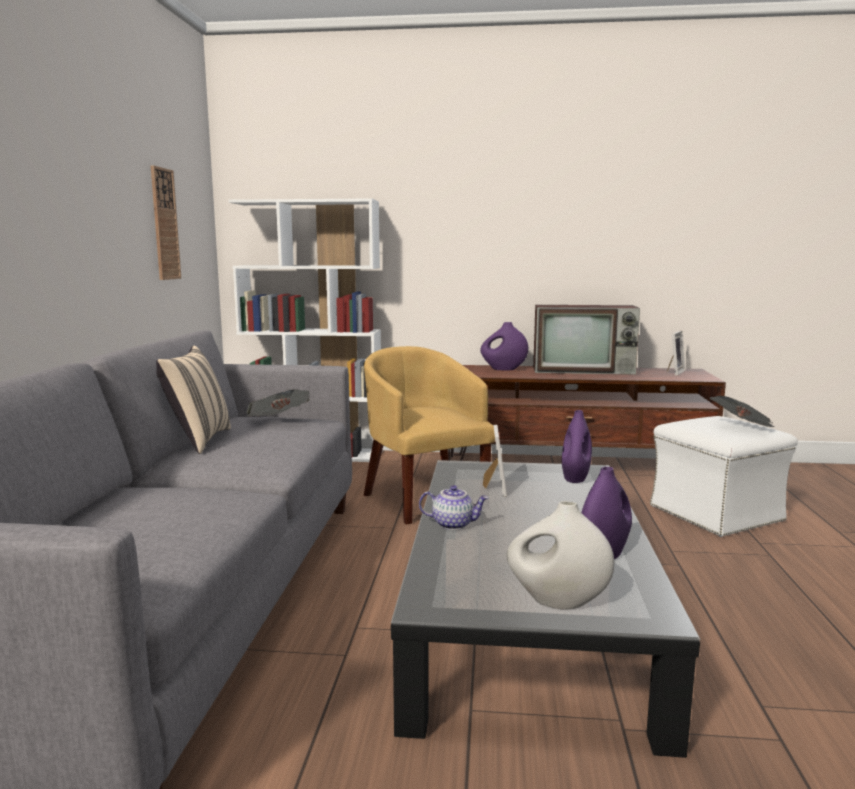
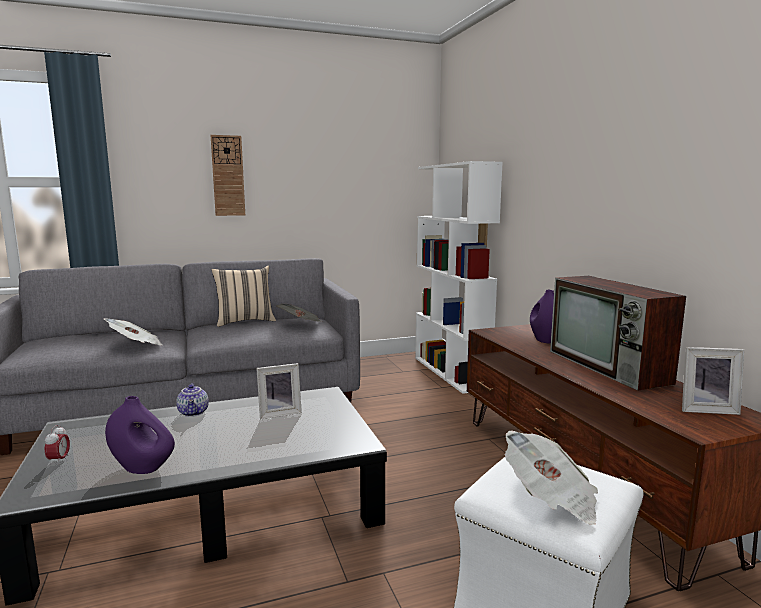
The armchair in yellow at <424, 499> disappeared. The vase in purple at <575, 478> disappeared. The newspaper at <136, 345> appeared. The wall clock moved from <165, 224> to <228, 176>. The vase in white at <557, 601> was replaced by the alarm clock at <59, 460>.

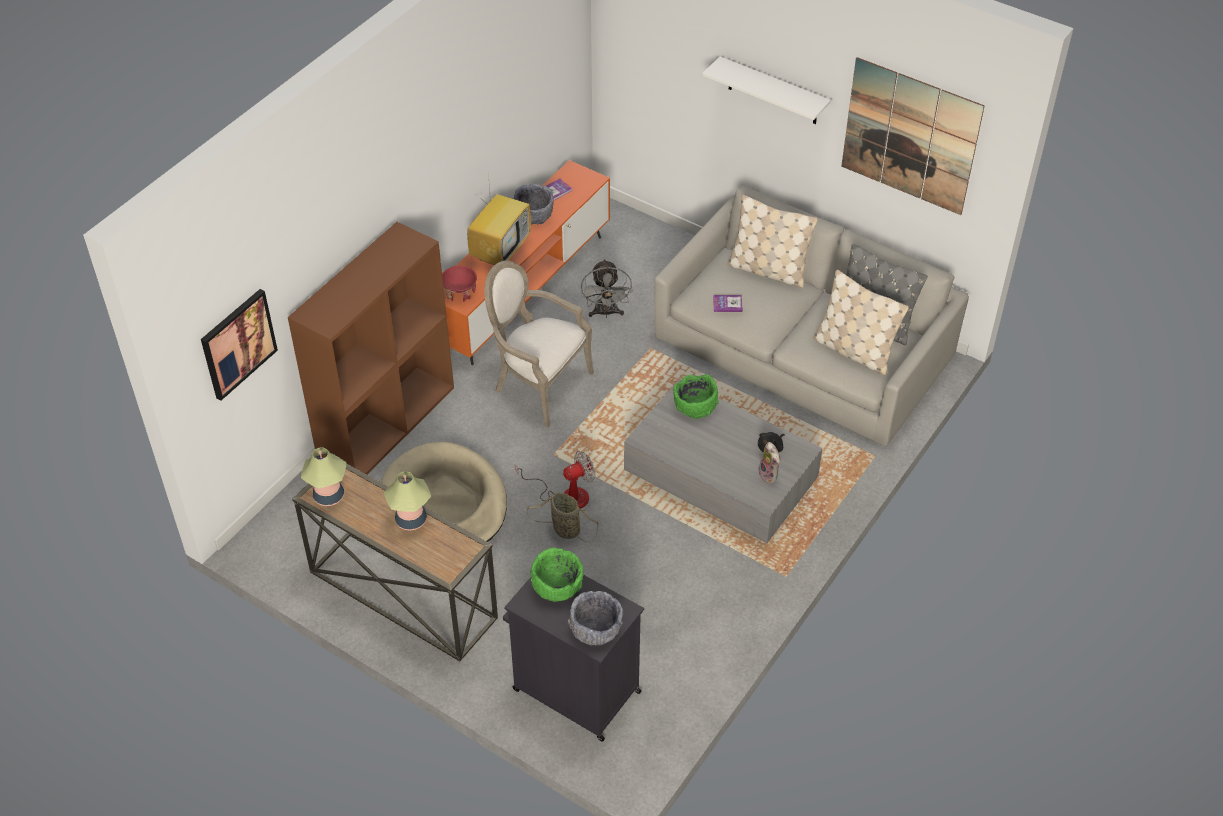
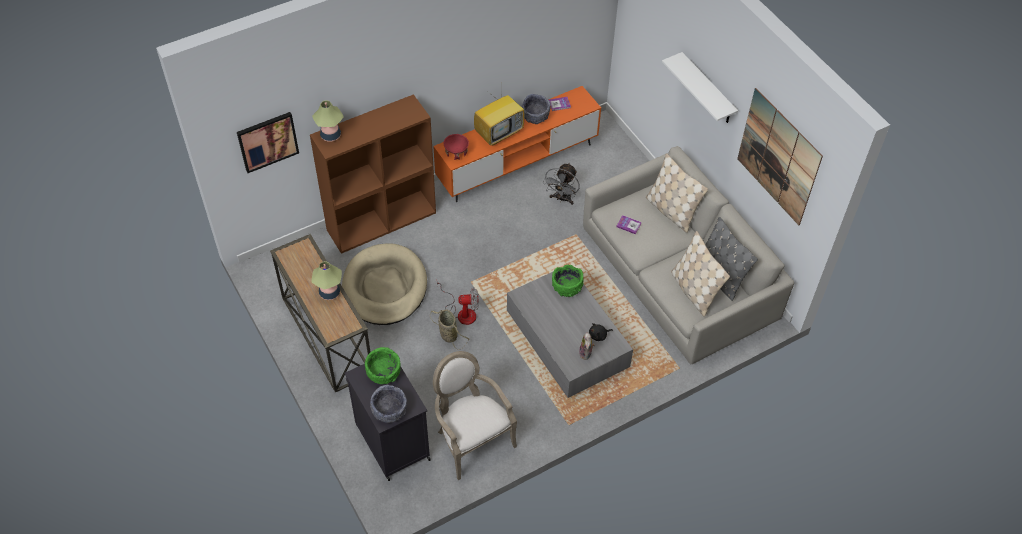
The table lamp moved from <328, 496> to <330, 135>. The armchair moved from <538, 384> to <471, 439>.

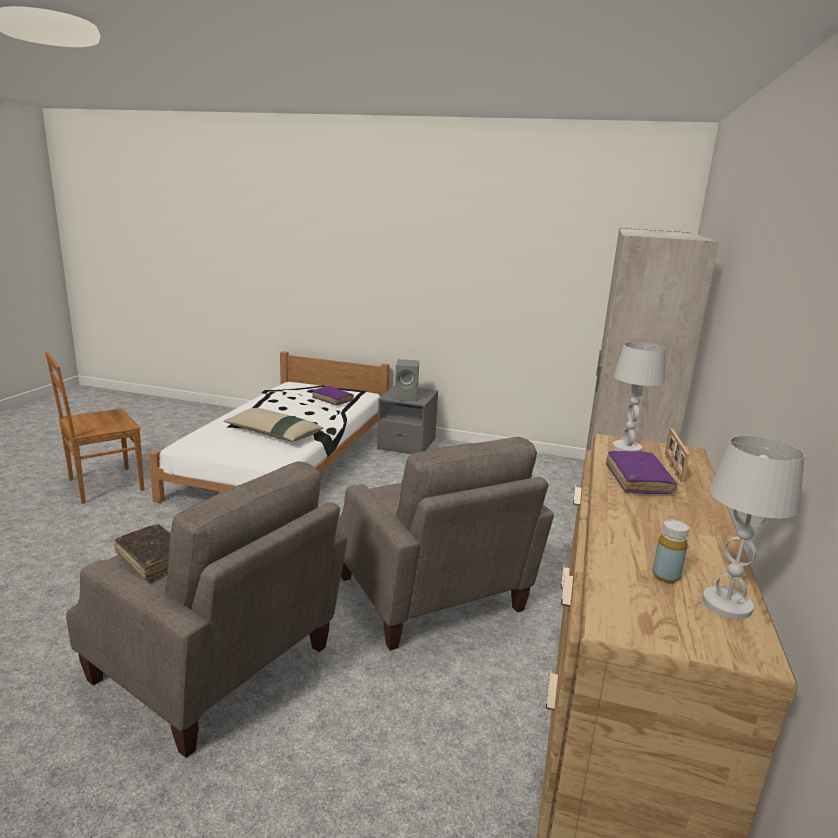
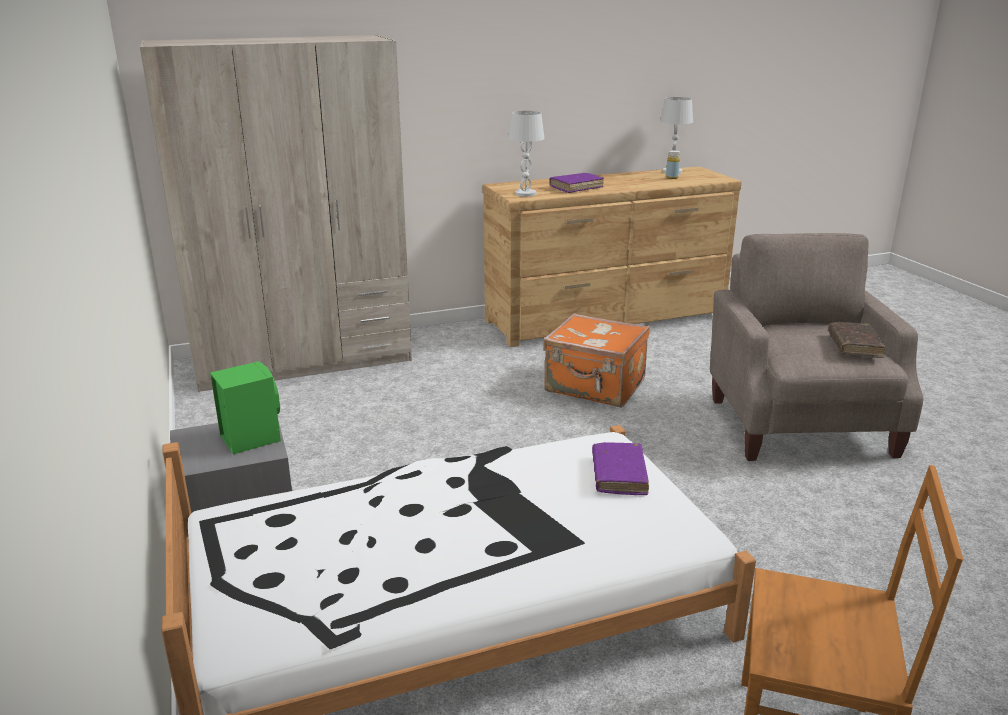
The pillow in beige at <273, 434> disappeared. The picture frame at <672, 467> disappeared. The book in purple moved from <332, 399> to <619, 476>. The armchair in beige at <432, 597> was replaced by the suitcase in orange at <595, 387>. The speaker in grey at <407, 397> became the speaker in green at <250, 437>.

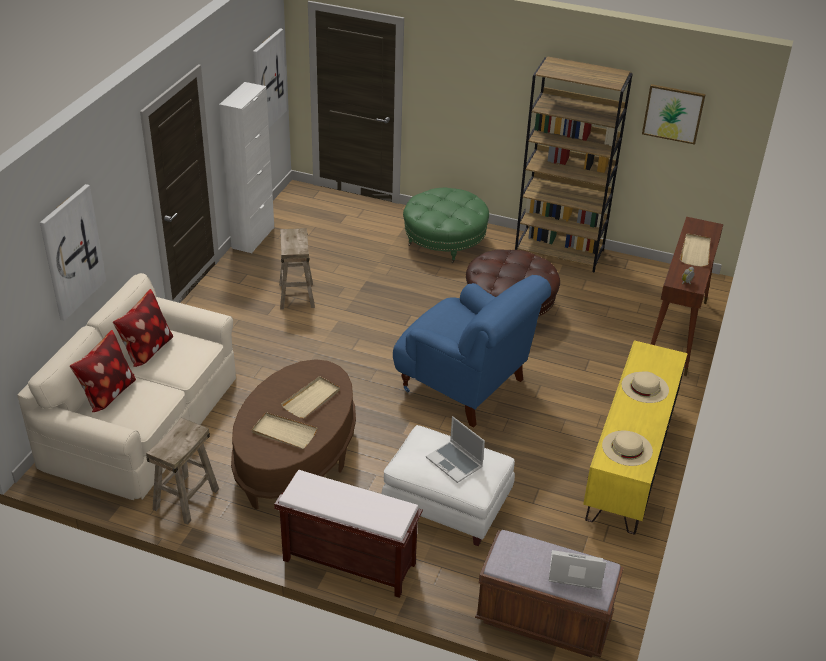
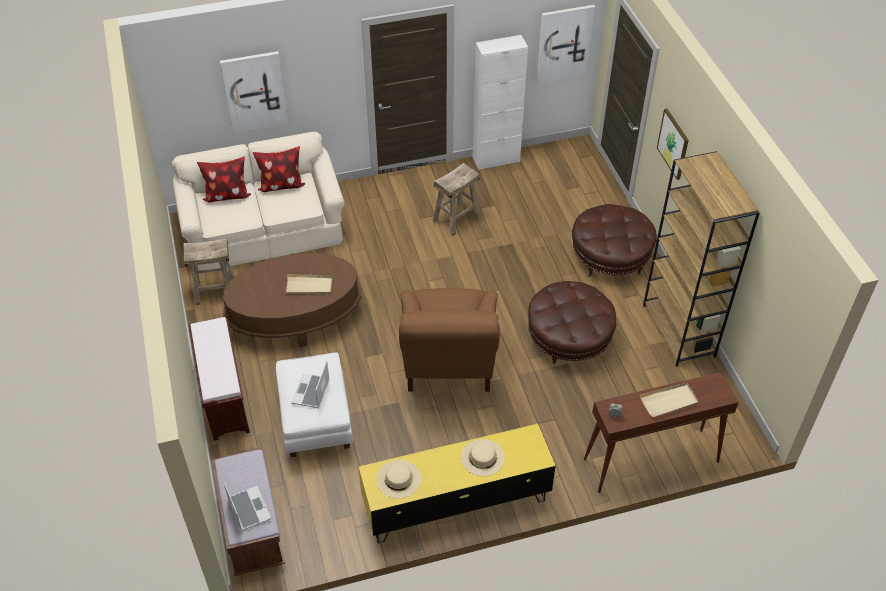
The tray in beige at <284, 432> disappeared. The picture moved from <673, 113> to <673, 143>. The armchair in blue at <465, 386> became the armchair in brown at <448, 362>. The ottoman in green at <444, 242> became the ottoman in brown at <610, 257>.

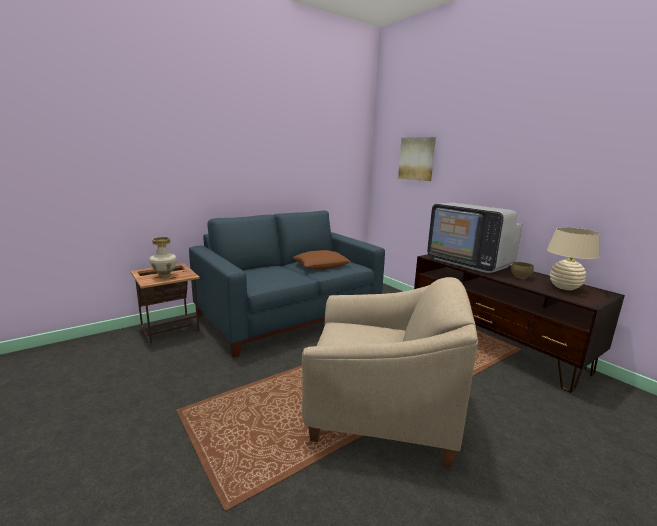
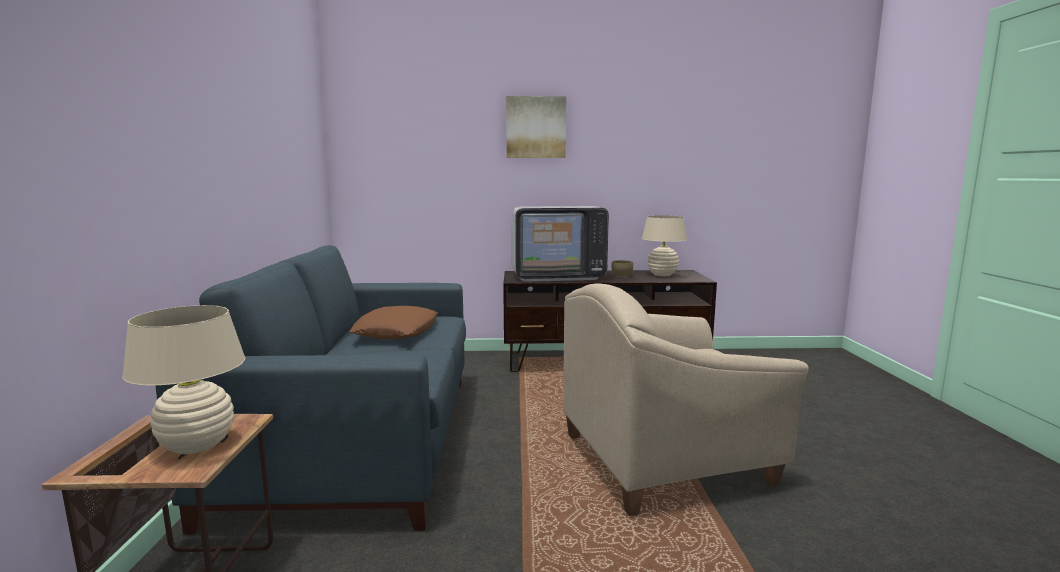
The picture moved from <417, 158> to <536, 127>. The vase at <165, 276> was replaced by the table lamp in beige at <197, 445>. The armchair in beige at <380, 411> turned 150 degrees counterclockwise.

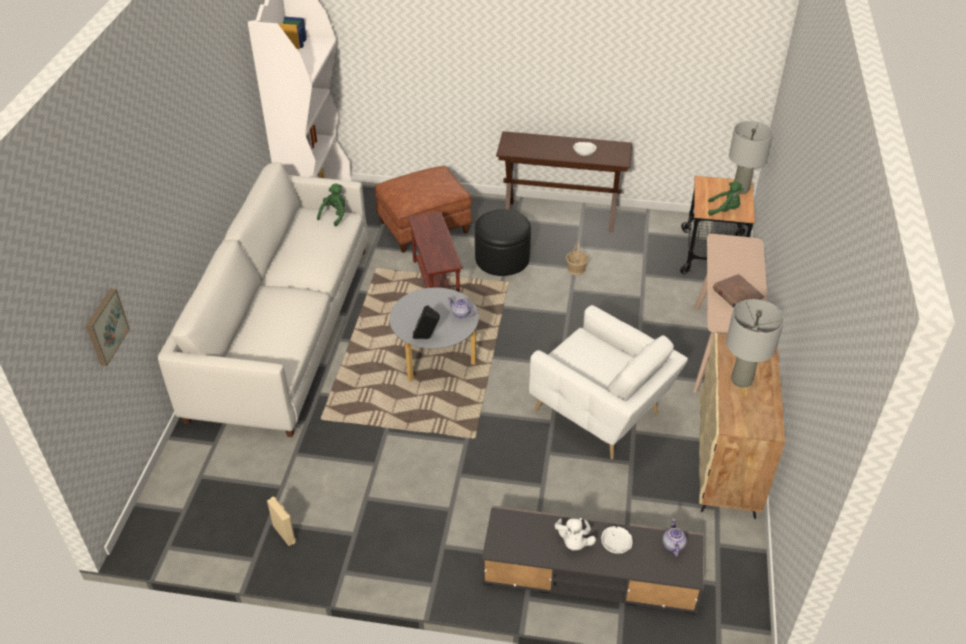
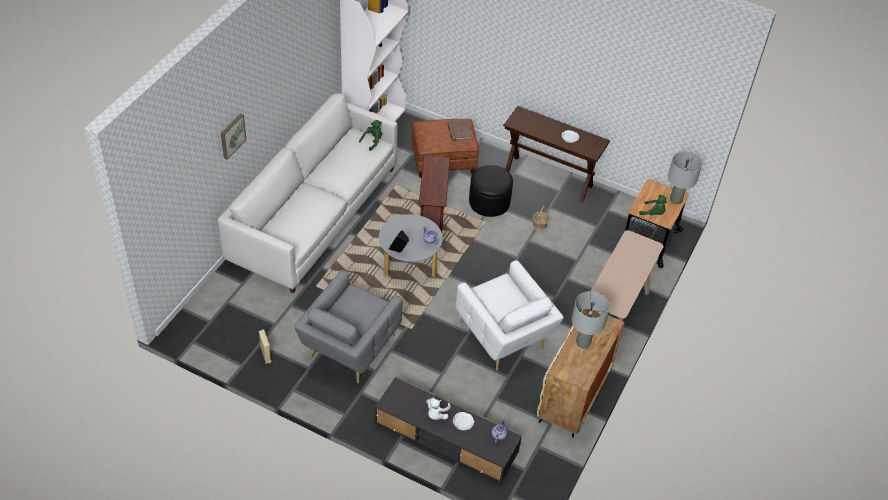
The armchair in grey at <349, 349> appeared. The picture moved from <105, 326> to <232, 136>. The book in brown moved from <737, 295> to <459, 131>.

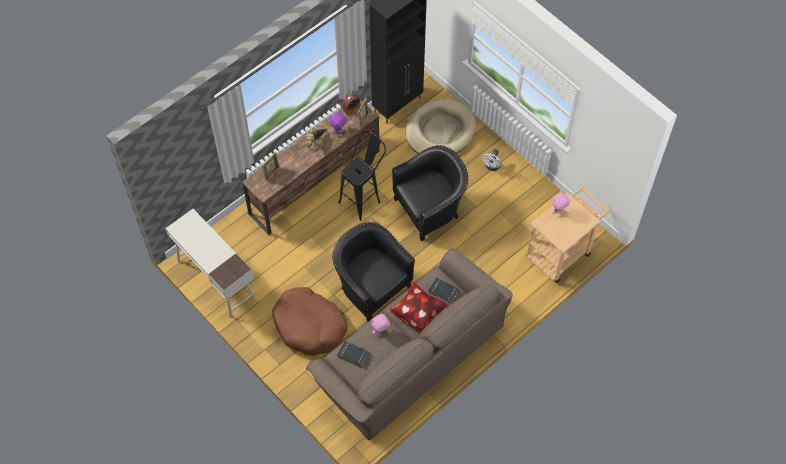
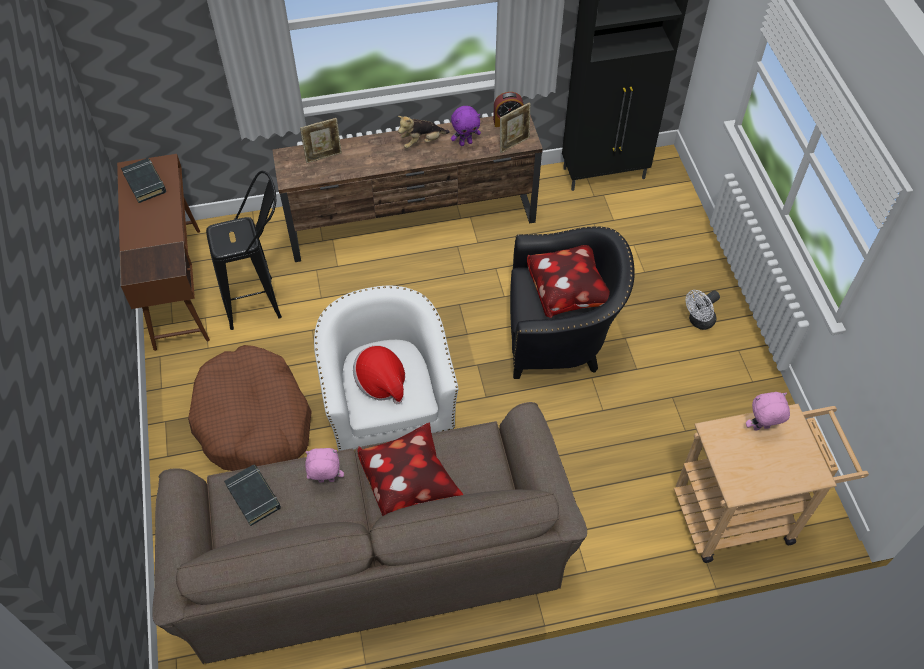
The dog bed in beige at <440, 131> disappeared. The hat at <381, 382> appeared. The pillow at <568, 293> appeared. The stool in black moved from <363, 198> to <262, 300>. The book in black moved from <444, 291> to <145, 183>. The desk in white at <216, 279> became the desk in brown at <177, 287>. The armchair in black at <371, 286> became the armchair in white at <389, 408>.

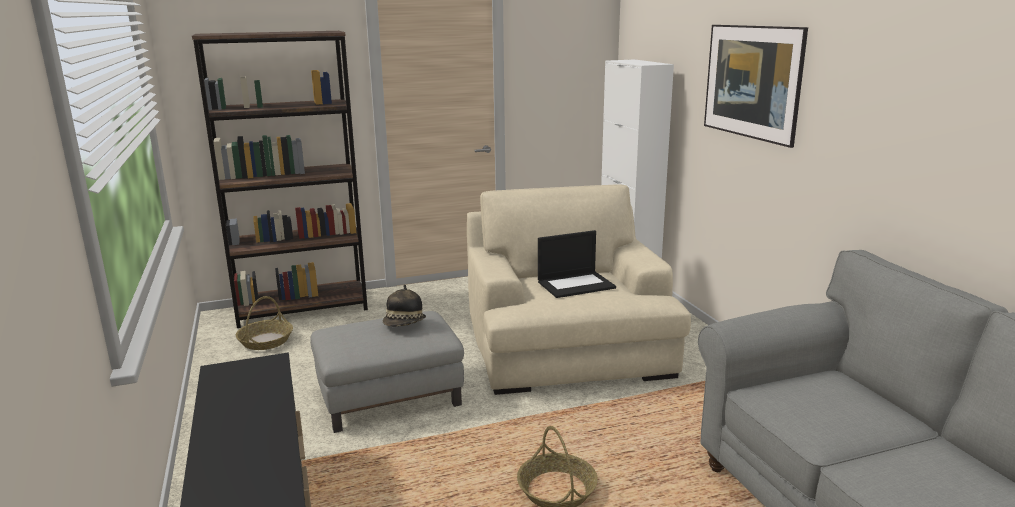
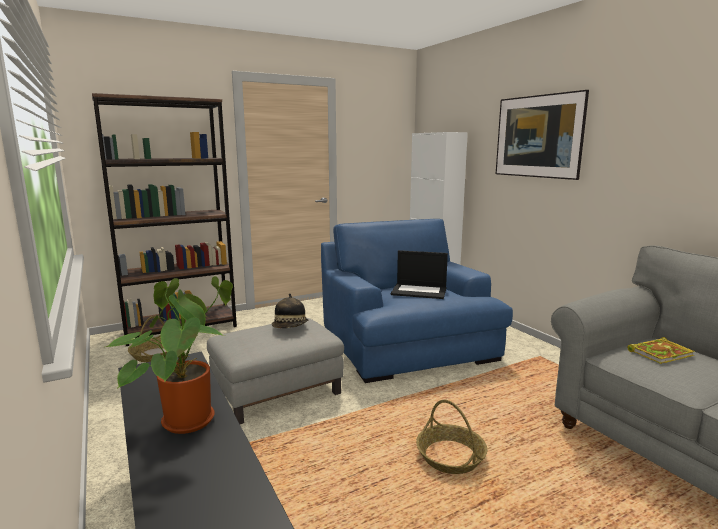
The potted plant at <187, 418> appeared. The book at <660, 353> appeared. The armchair in beige at <567, 346> became the armchair in blue at <406, 343>. The laptop at <576, 284> turned 45 degrees clockwise.

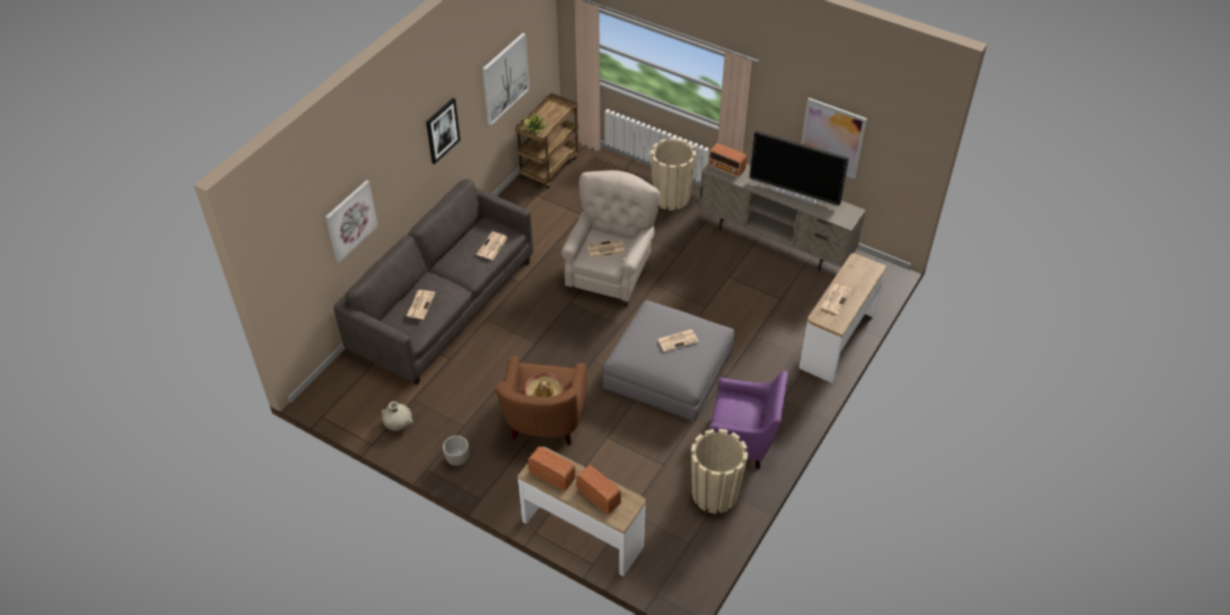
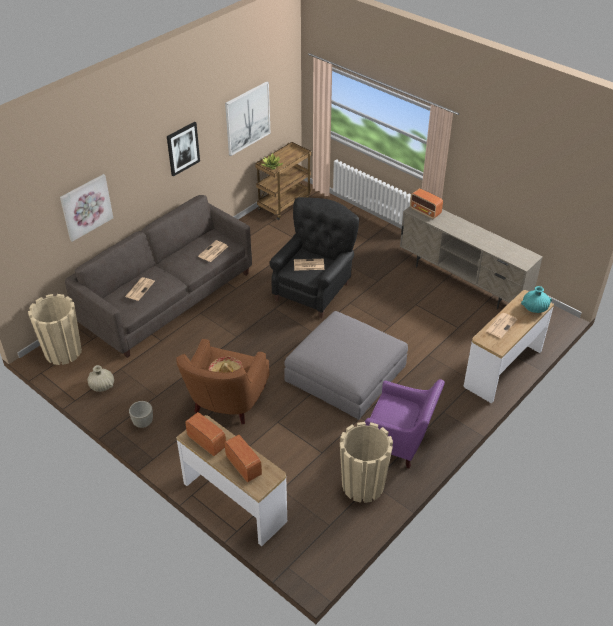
The newspaper at <678, 340> disappeared. The television at <794, 193> disappeared. The picture at <832, 138> disappeared. The vase in turquoise at <534, 308> appeared. The planter in beige moved from <671, 197> to <63, 352>. The armchair in beige at <610, 274> became the armchair in black at <314, 290>.

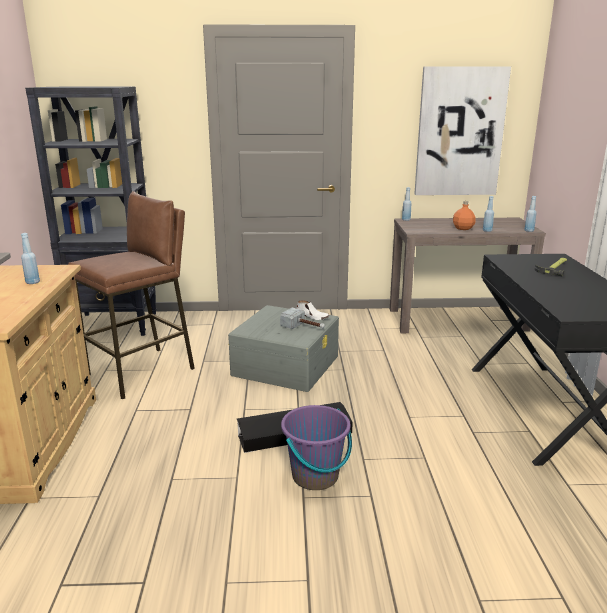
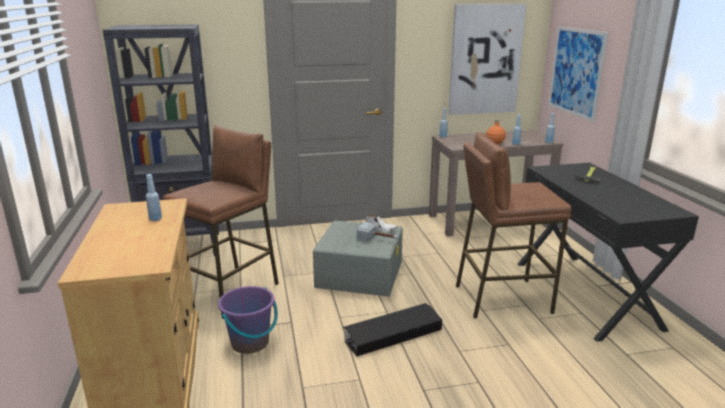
The stool in brown at <501, 298> appeared. The picture at <576, 72> appeared. The bucket in purple moved from <315, 476> to <250, 343>.

